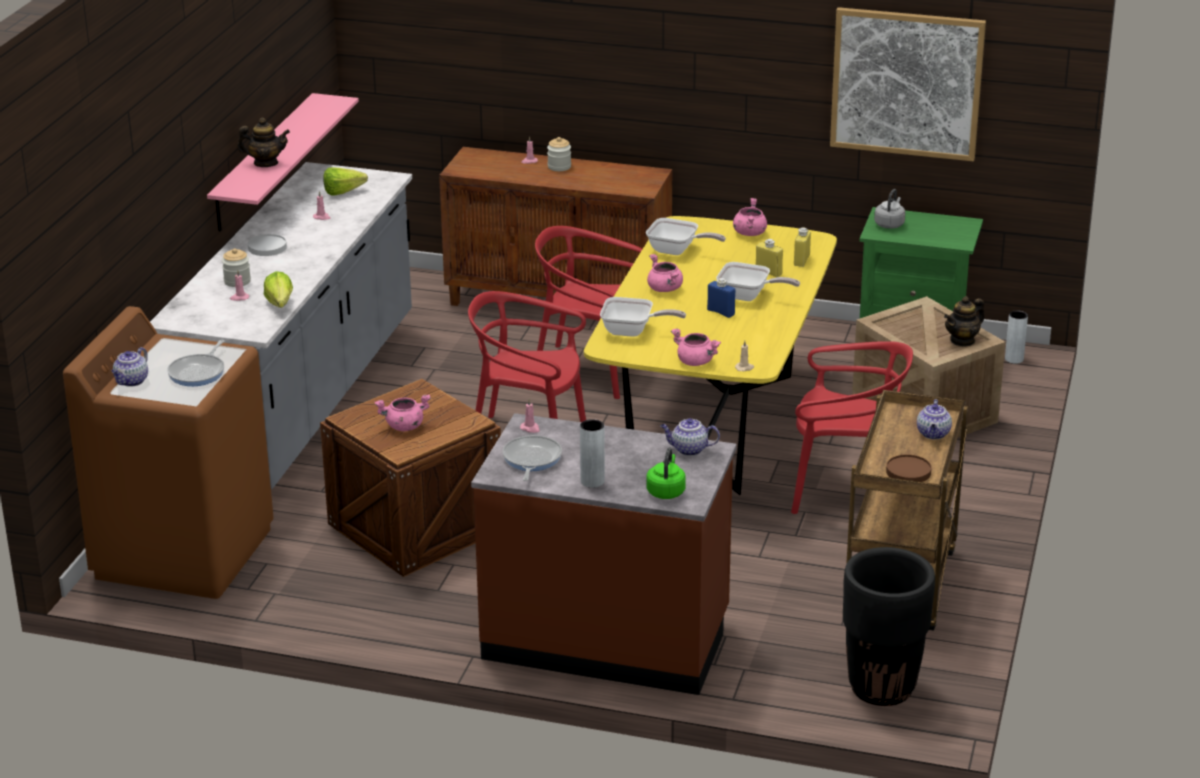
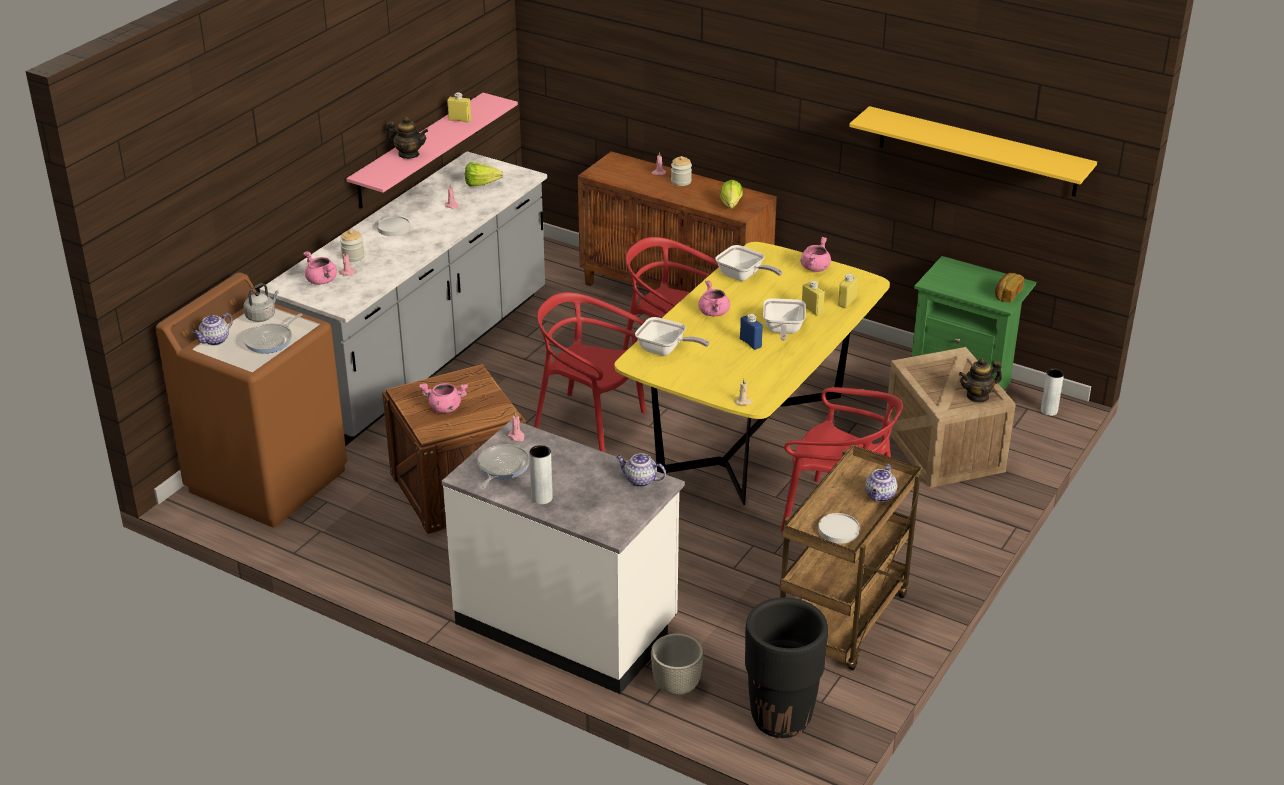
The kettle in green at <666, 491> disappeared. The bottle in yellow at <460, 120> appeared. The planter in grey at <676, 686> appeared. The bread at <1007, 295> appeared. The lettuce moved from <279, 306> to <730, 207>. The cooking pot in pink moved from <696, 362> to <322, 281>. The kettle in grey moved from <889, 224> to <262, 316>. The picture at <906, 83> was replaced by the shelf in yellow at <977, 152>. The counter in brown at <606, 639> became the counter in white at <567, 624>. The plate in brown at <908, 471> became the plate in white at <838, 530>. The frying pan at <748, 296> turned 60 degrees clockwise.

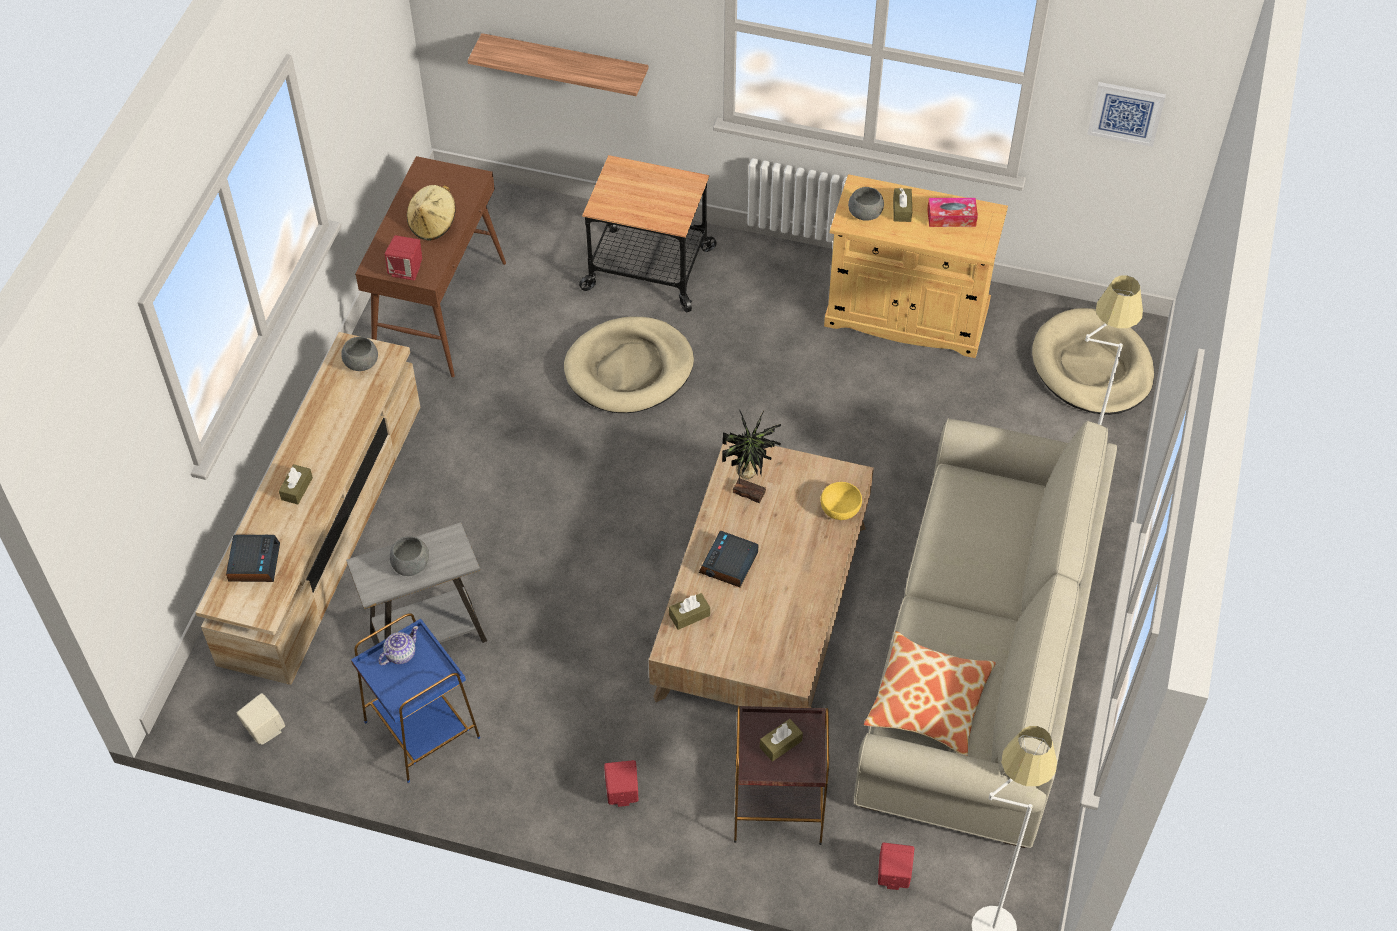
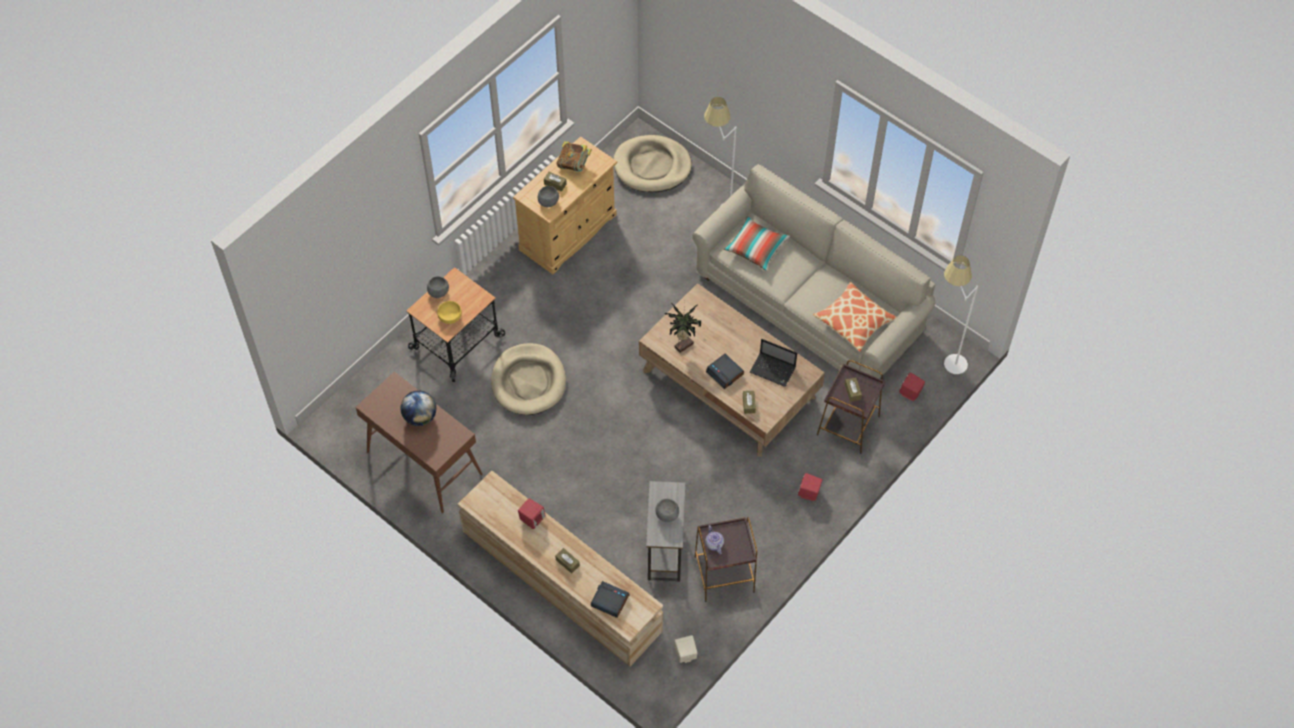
The shelf at <565, 64> disappeared. The picture at <1126, 113> disappeared. The pillow at <756, 248> appeared. The laptop at <773, 370> appeared. The bowl in grey moved from <361, 364> to <439, 292>. The speaker in red moved from <406, 270> to <532, 519>. The bowl in yellow moved from <840, 508> to <450, 316>. The hat in beige at <433, 224> was replaced by the globe at <420, 417>. The tissue box at <951, 217> was replaced by the book at <574, 164>. The side table in blue at <422, 728> became the side table in brown at <723, 574>.

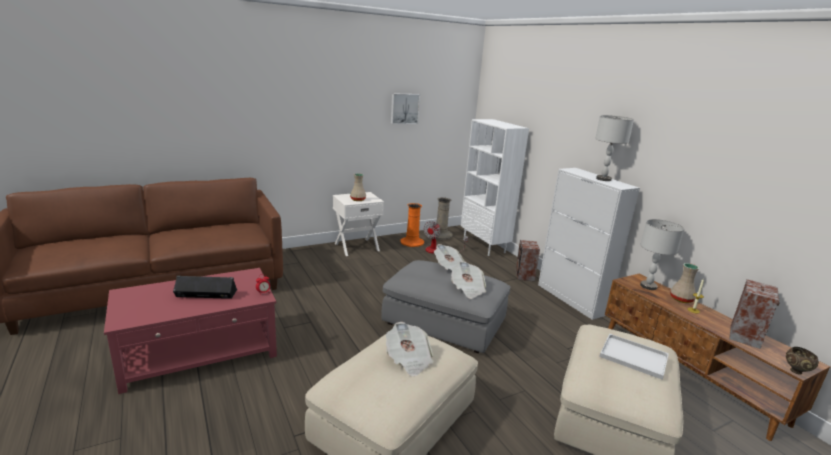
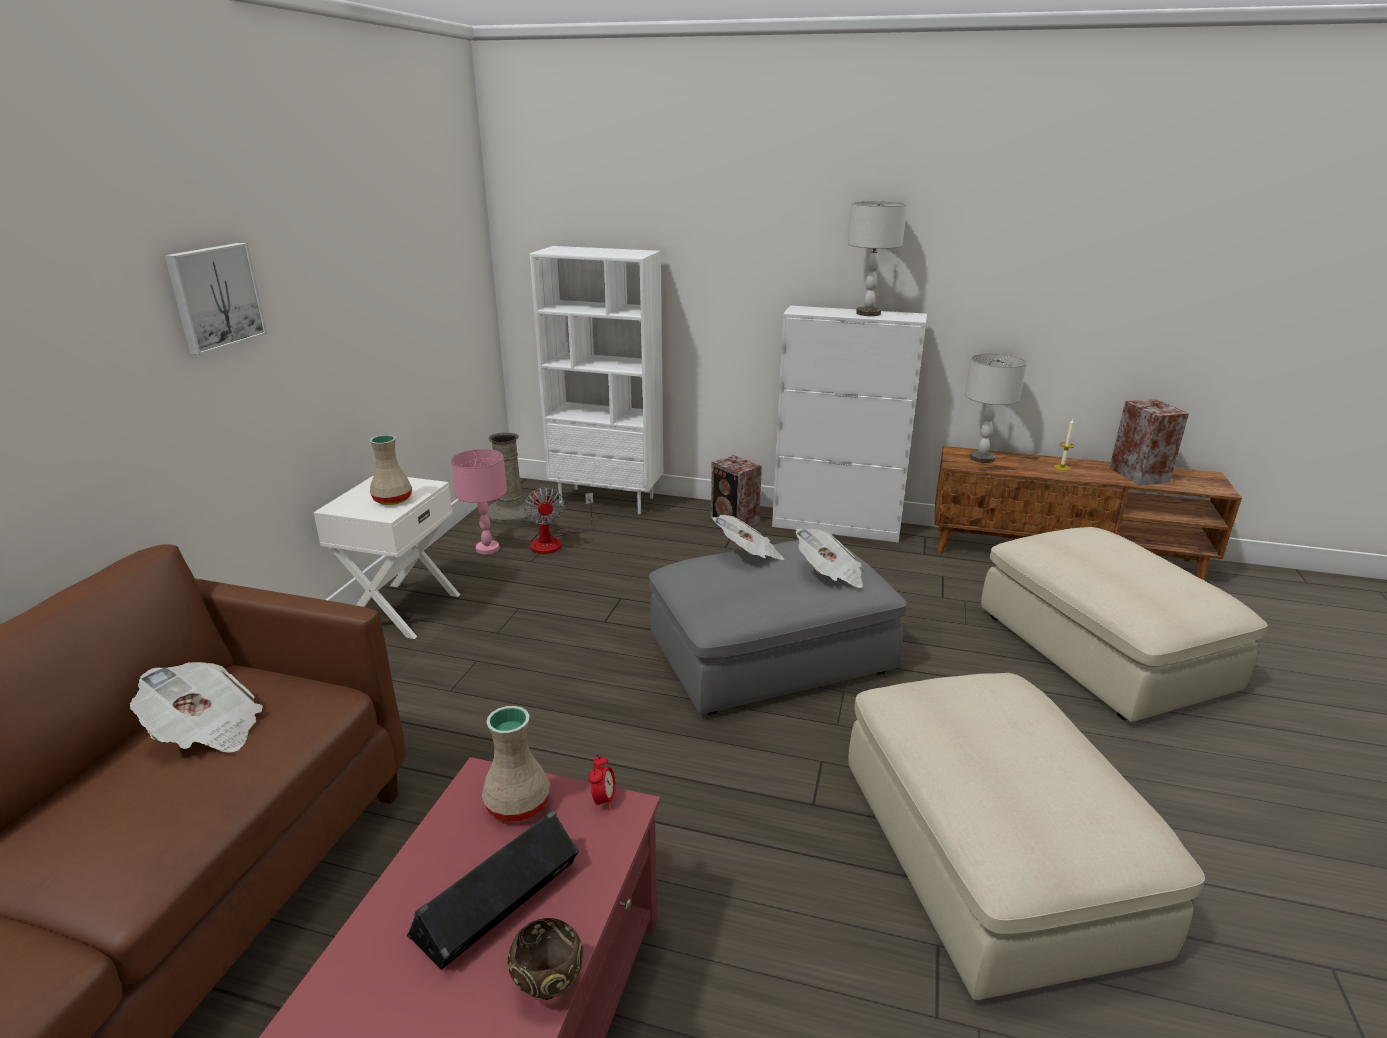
The tray in white at <632, 356> disappeared. The newspaper moved from <408, 360> to <206, 730>. The picture moved from <404, 108> to <214, 297>. The vase in beige moved from <680, 299> to <516, 804>. The bowl in brown moved from <797, 372> to <550, 987>. The vase in orange at <412, 242> was replaced by the table lamp in pink at <487, 549>.

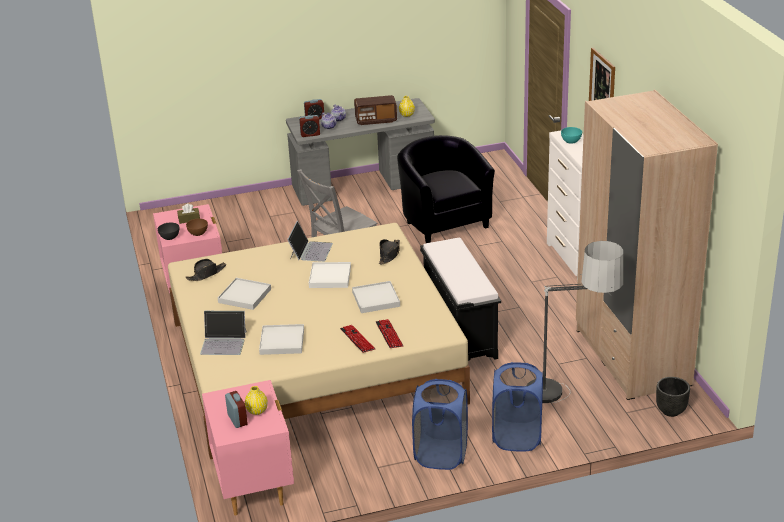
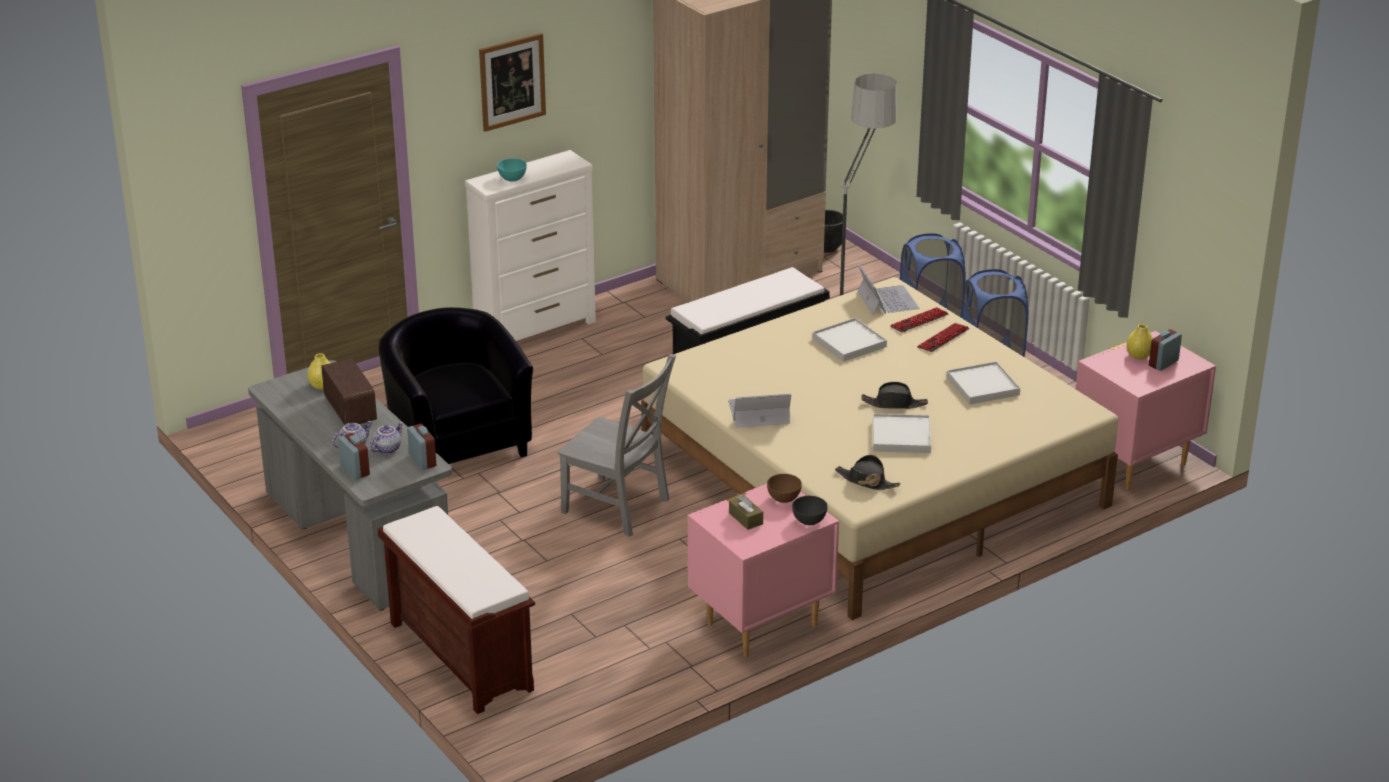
The tray in white at <330, 277> disappeared. The bench in brown at <459, 656> appeared. The laptop moved from <224, 342> to <886, 300>. The hat in black moved from <389, 255> to <894, 404>. The armchair in black at <443, 221> turned 105 degrees clockwise.

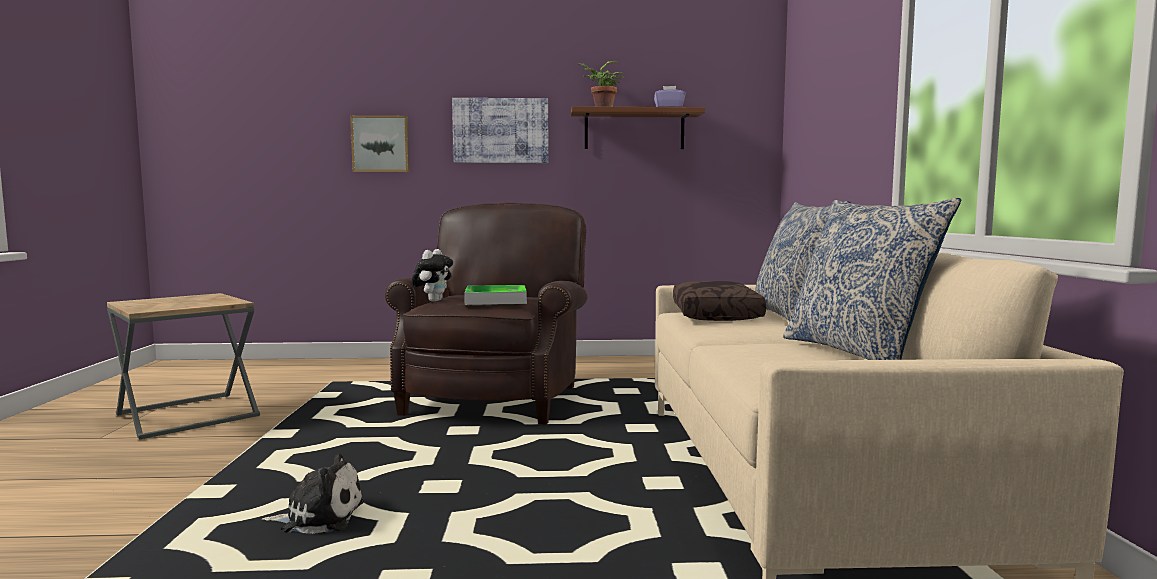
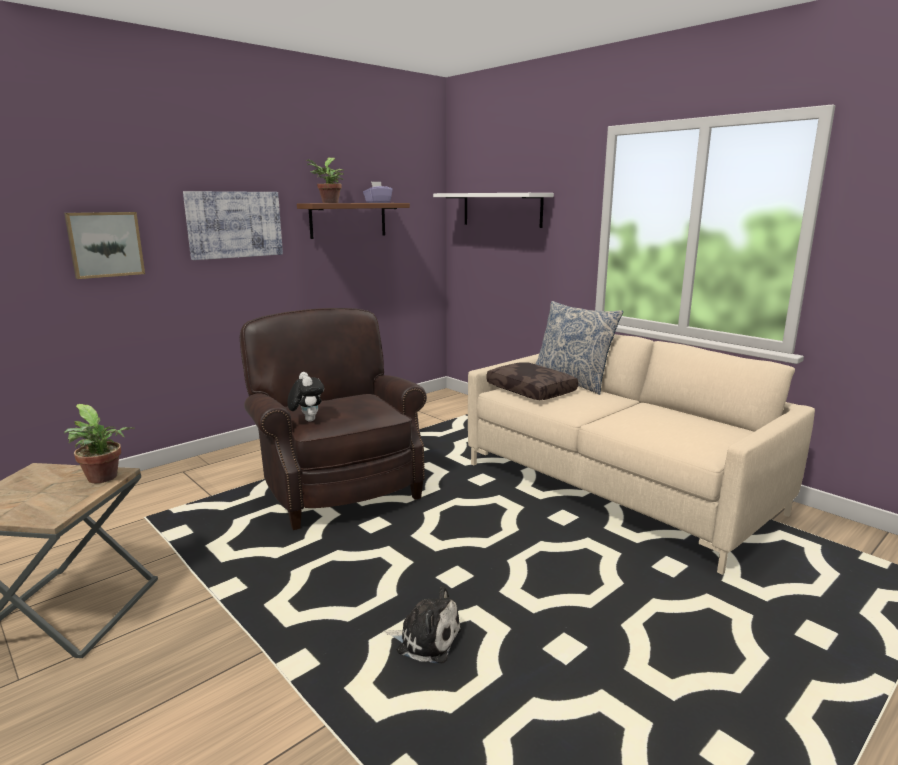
The tray at <496, 300> disappeared. The pillow at <857, 353> disappeared. The potted plant at <104, 479> appeared. The shelf in white at <501, 209> appeared. The plush toy at <318, 517> turned 60 degrees clockwise.

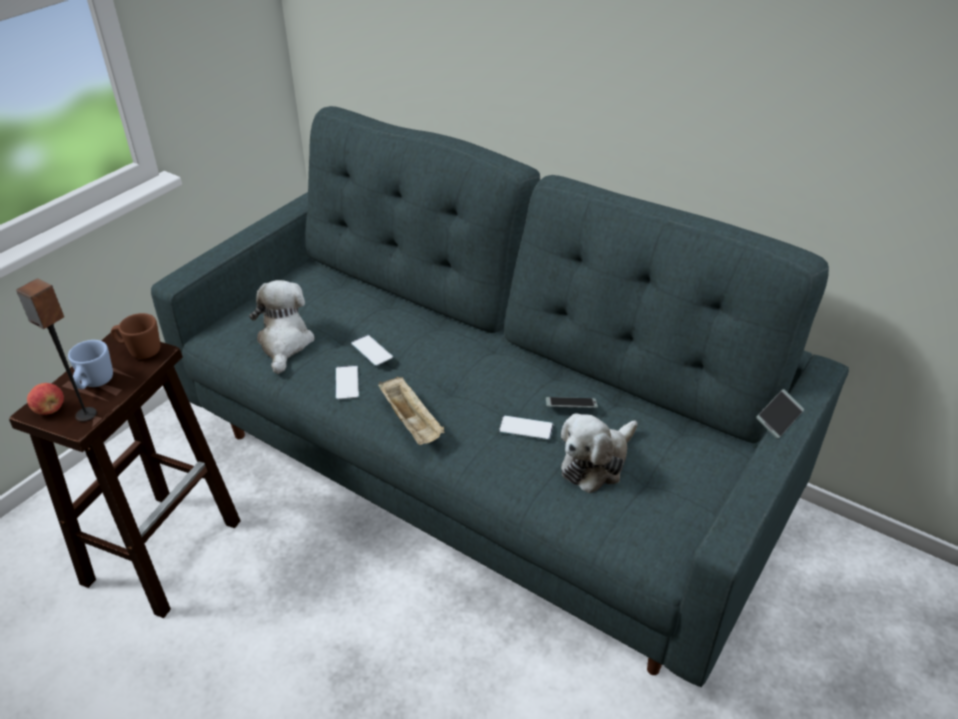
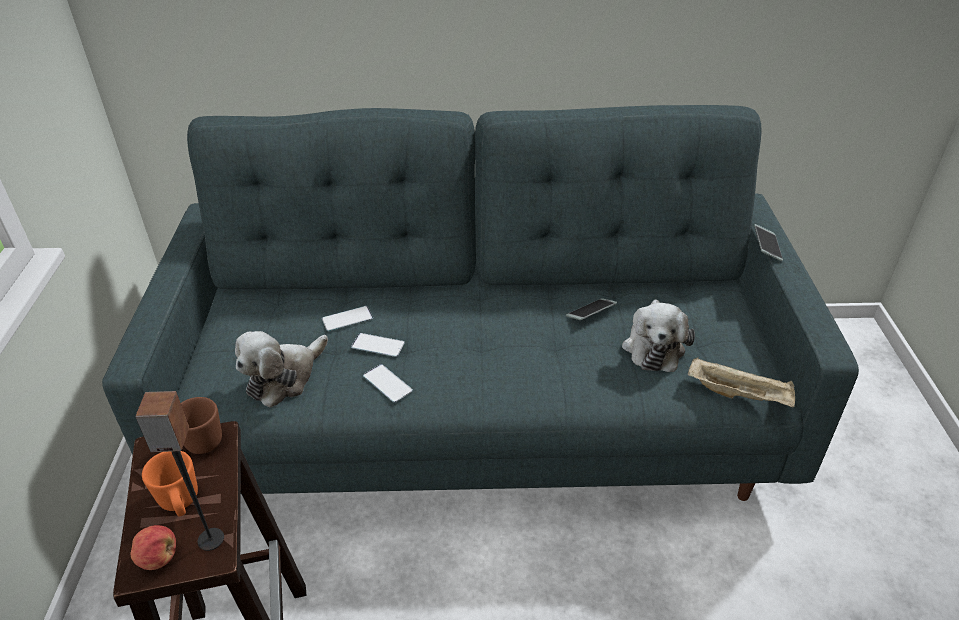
The tray in beige moved from <412, 423> to <739, 395>. The phone moved from <526, 428> to <347, 319>. The mug in blue at <95, 383> became the mug in orange at <180, 503>. The plush toy at <284, 343> turned 105 degrees counterclockwise.

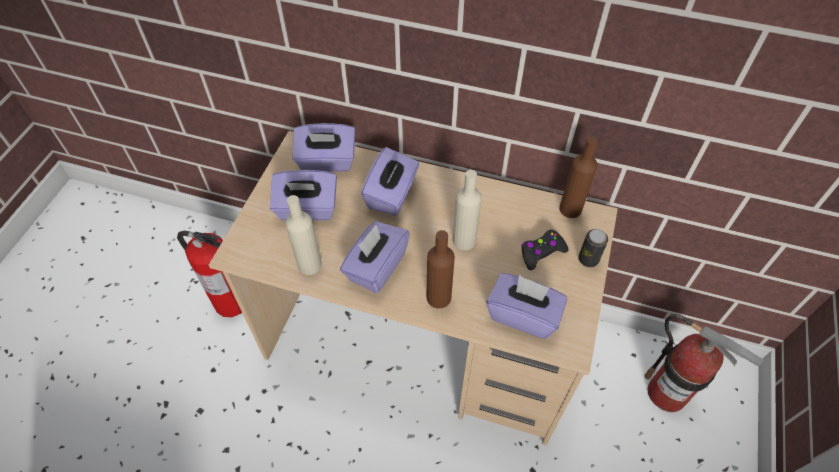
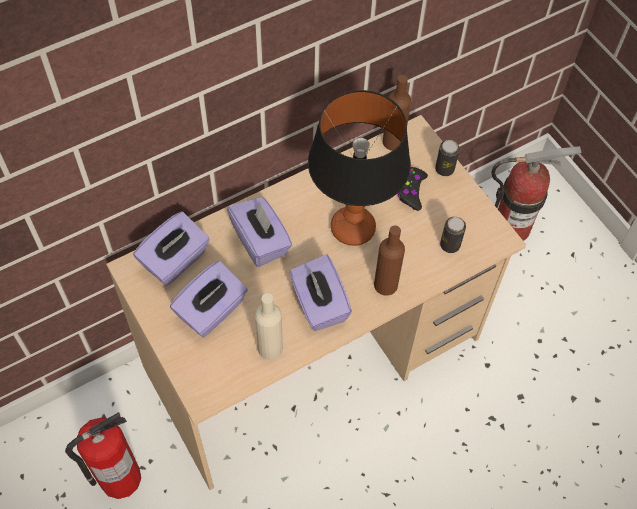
The bottle in beige at <464, 240> was replaced by the table lamp at <353, 229>. The tissue box in purple at <523, 315> was replaced by the can at <450, 245>.

